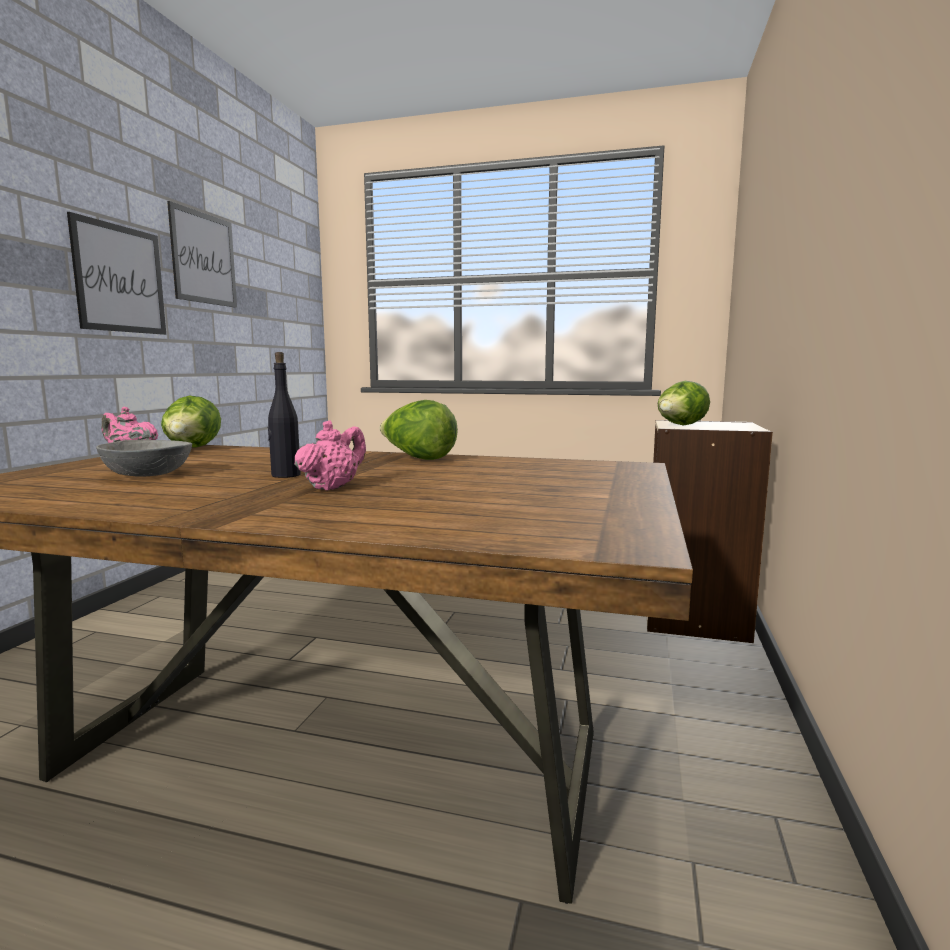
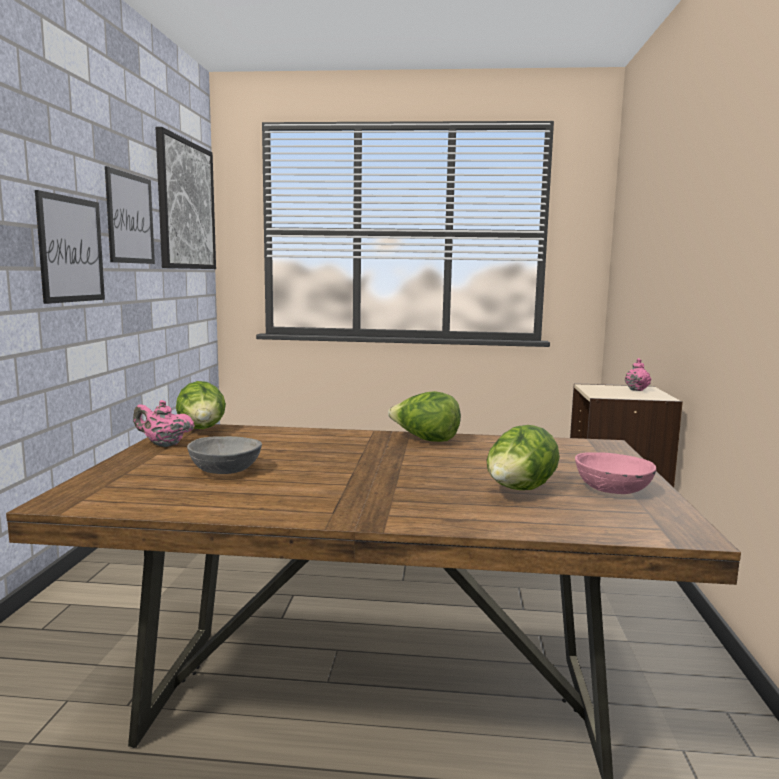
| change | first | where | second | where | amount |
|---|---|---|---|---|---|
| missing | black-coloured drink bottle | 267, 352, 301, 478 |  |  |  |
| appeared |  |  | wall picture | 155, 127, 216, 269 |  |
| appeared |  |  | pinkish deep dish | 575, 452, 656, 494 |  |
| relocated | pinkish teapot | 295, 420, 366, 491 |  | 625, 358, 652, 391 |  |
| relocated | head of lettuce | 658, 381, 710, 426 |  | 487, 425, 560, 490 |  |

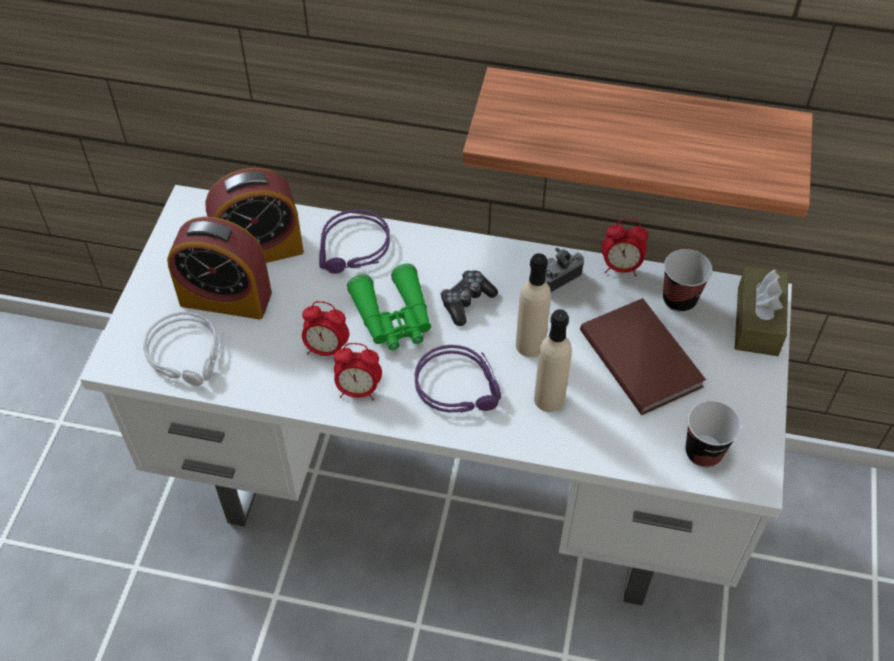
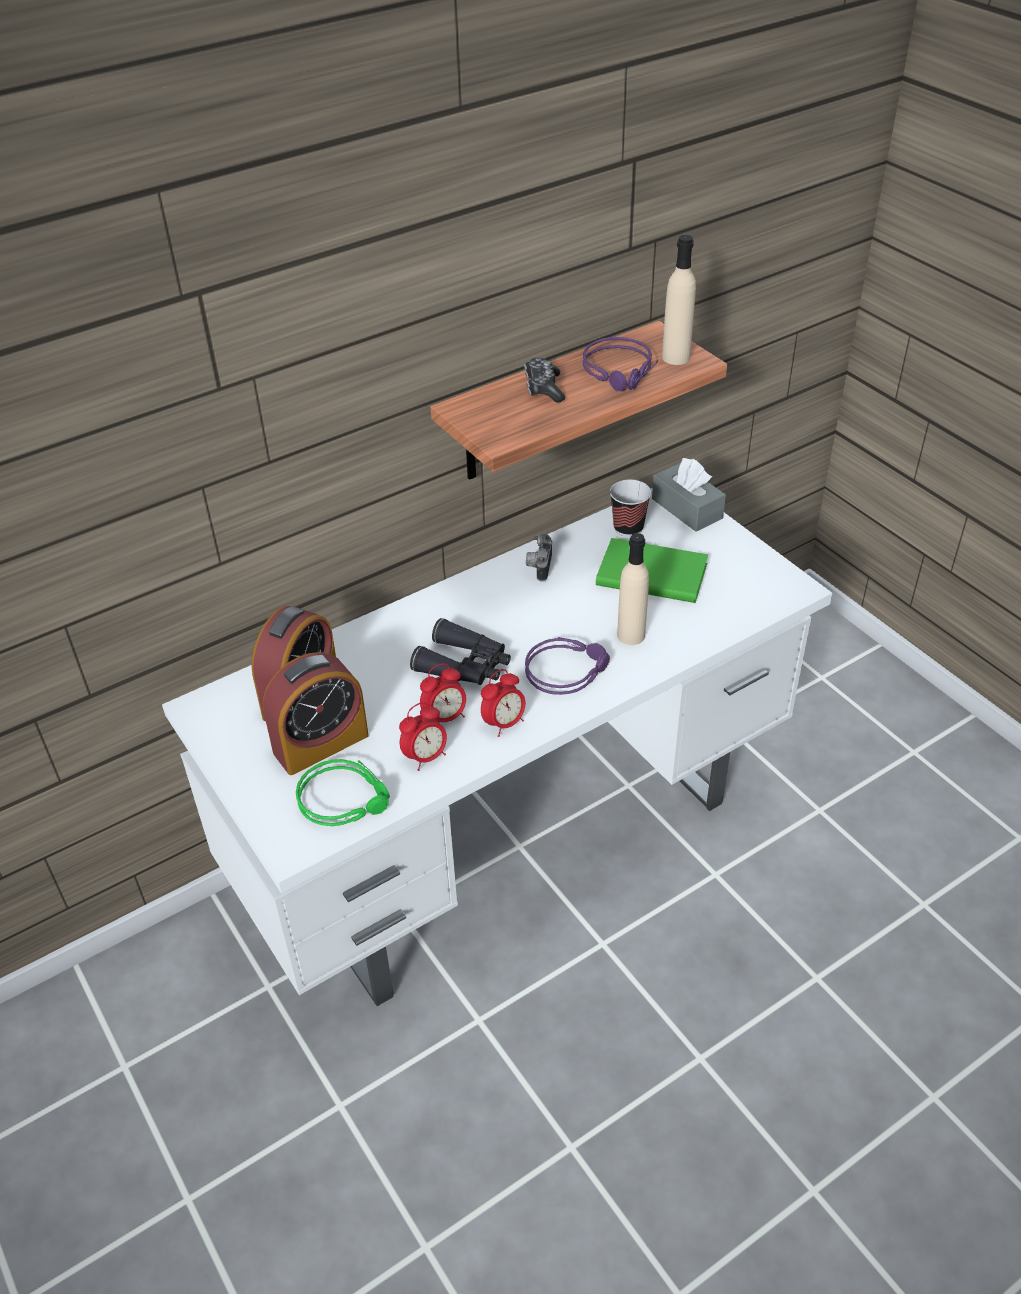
| change | first | where | second | where | amount |
|---|---|---|---|---|---|
| missing | cup | 686, 400, 741, 468 |  |  |  |
| relocated | purple pair of headphones | 319, 209, 390, 274 |  | 583, 337, 658, 391 |  |
| relocated | joypad | 440, 270, 498, 326 |  | 524, 358, 565, 403 |  |
| relocated | beige drink bottle | 516, 253, 551, 357 |  | 662, 235, 696, 365 |  |
| relocated | bedside clock | 602, 219, 648, 276 |  | 399, 702, 447, 771 |  |
| colour | gray pair of headphones | 143, 312, 224, 386 | greenish pair of headphones | 296, 759, 390, 826 |  |
| colour | greenish field glasses | 347, 264, 431, 350 | black-coloured field glasses | 410, 618, 511, 685 |  |
| colour | brownish book | 580, 298, 706, 415 | greenish book | 596, 538, 708, 603 |  |
| colour | brownish box of tissues | 735, 266, 788, 356 | gray box of tissues | 652, 458, 726, 532 |  |

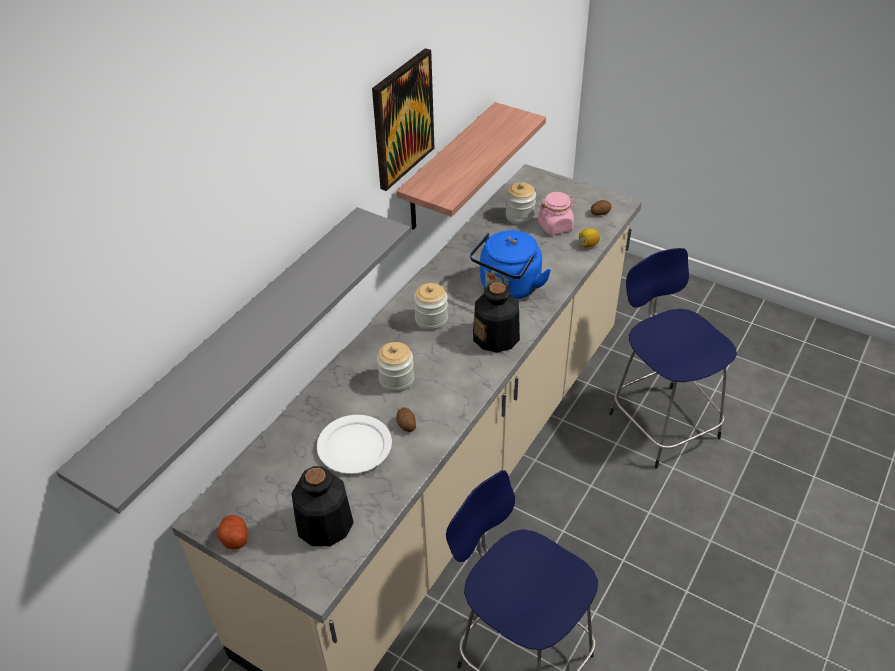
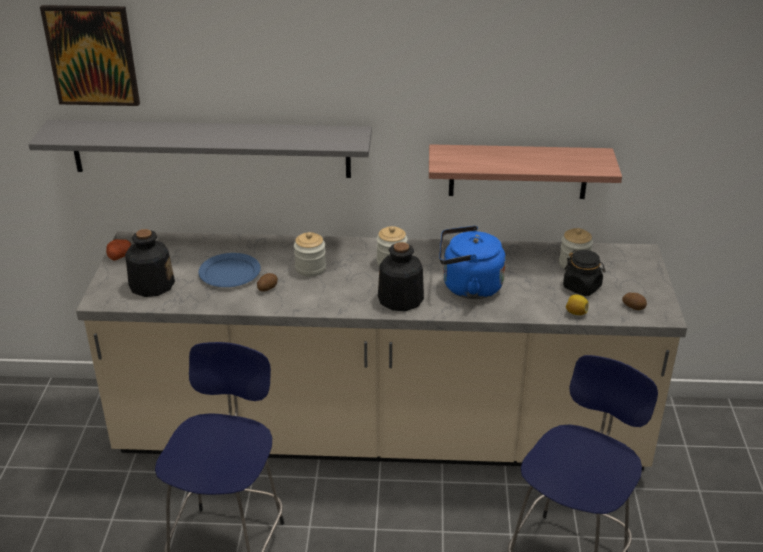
| change | first | where | second | where | amount |
|---|---|---|---|---|---|
| relocated | wall picture | 372, 48, 434, 191 |  | 40, 5, 140, 106 |  |
| colour | whitish dinner plate | 317, 415, 392, 474 | blue dinner plate | 198, 253, 261, 287 |  |
| colour | pinkish preserve jar | 538, 192, 576, 235 | black-coloured preserve jar | 563, 250, 606, 296 |  |

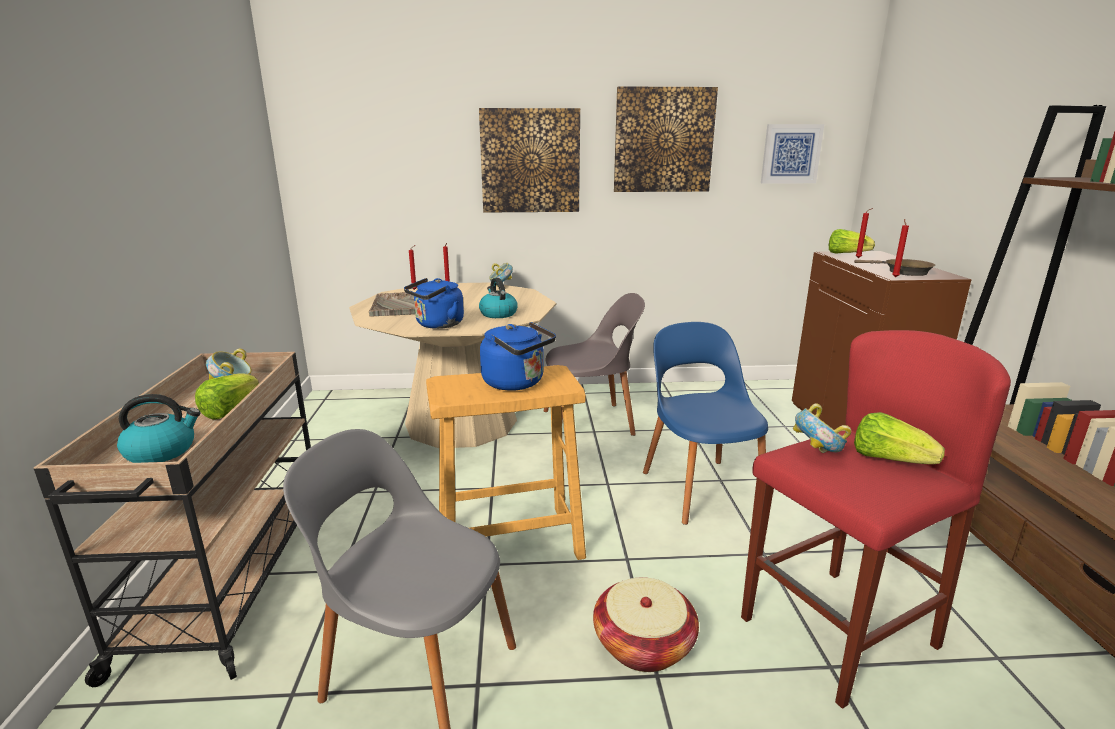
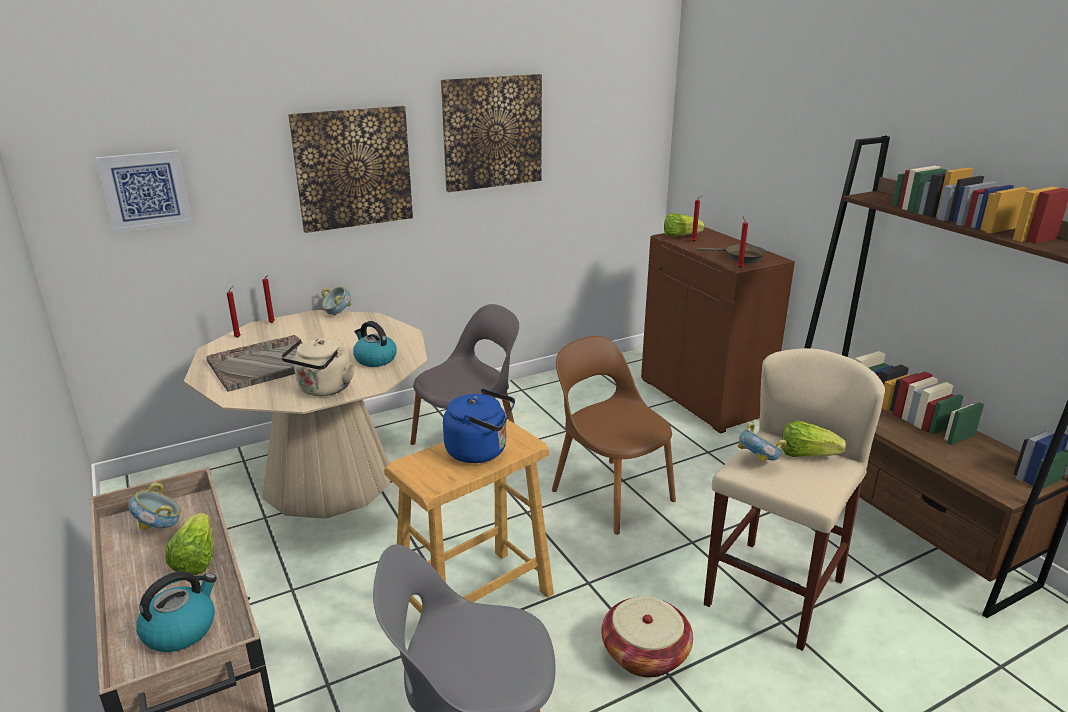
| change | first | where | second | where | amount |
|---|---|---|---|---|---|
| relocated | wall picture | 761, 124, 824, 184 |  | 96, 150, 192, 233 |  |
| colour | blue kettle | 404, 278, 464, 329 | beige kettle | 281, 338, 355, 396 |  |
| colour | blue chair | 643, 322, 768, 525 | brownish chair | 552, 336, 676, 534 |  |
| colour | red sitting stool | 741, 330, 1011, 709 | beige sitting stool | 704, 348, 885, 651 |  |

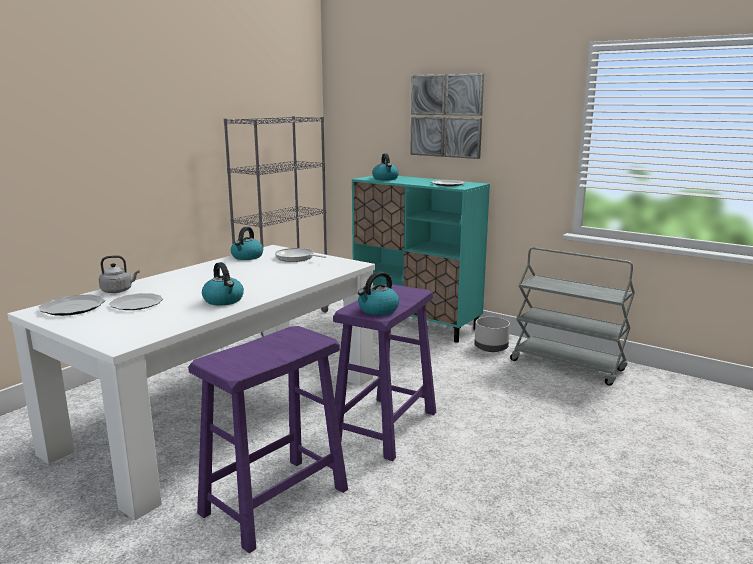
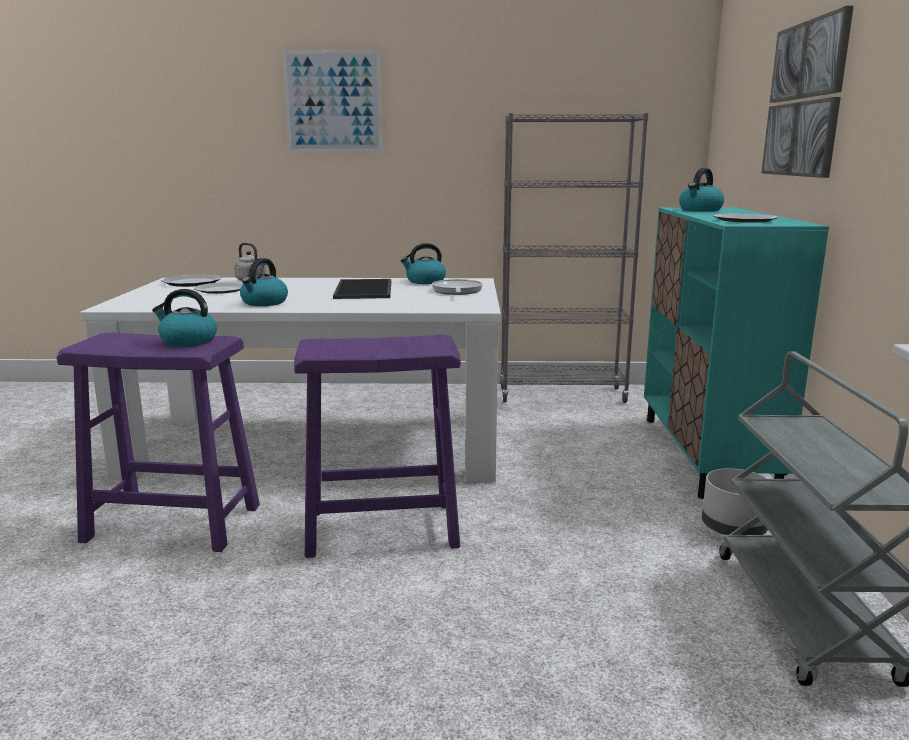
| change | first | where | second | where | amount |
|---|---|---|---|---|---|
| appeared |  |  | wall picture | 282, 50, 382, 152 |  |
| appeared |  |  | tray | 333, 279, 391, 299 |  |
| relocated | kettle | 358, 272, 399, 315 |  | 152, 289, 217, 347 |  |

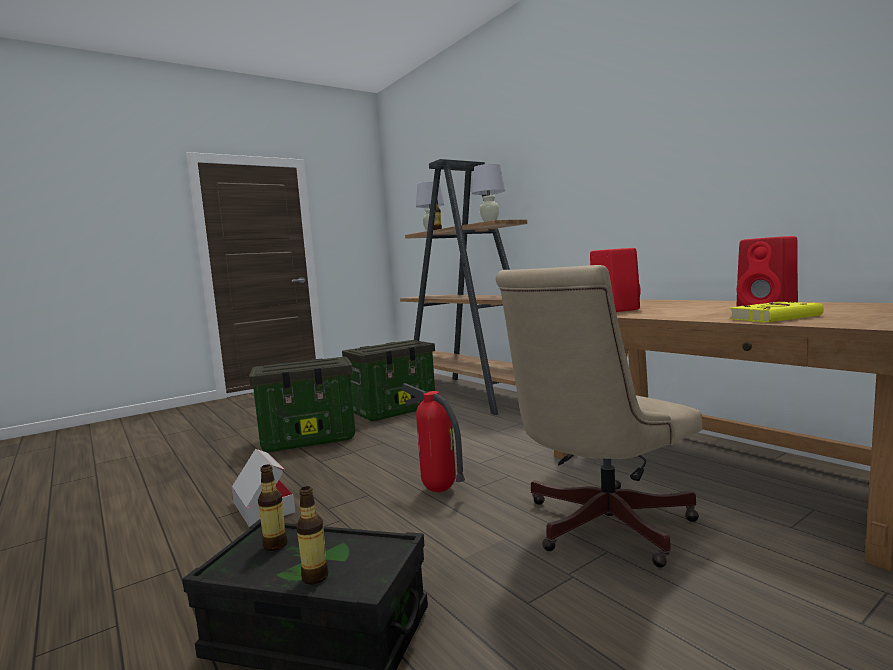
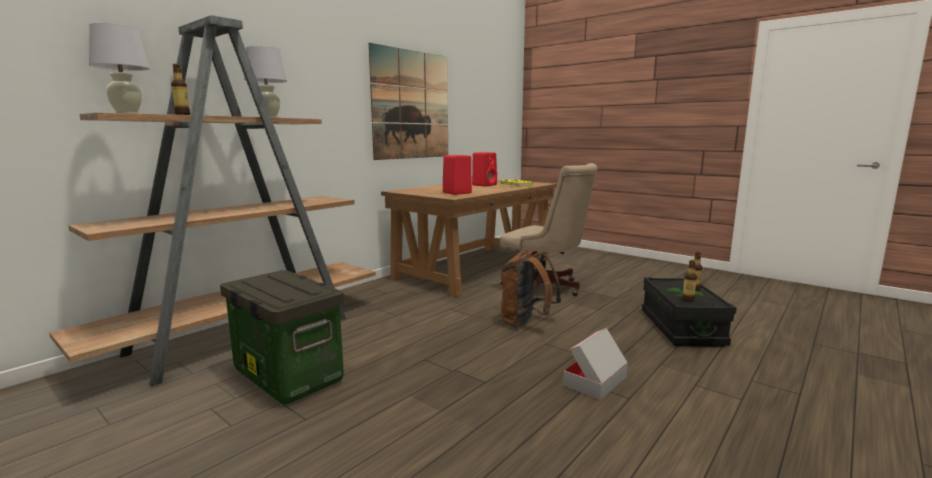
| change | first | where | second | where | amount |
|---|---|---|---|---|---|
| missing | storage bin | 249, 357, 355, 452 |  |  |  |
| appeared |  |  | wall picture | 369, 43, 448, 160 |  |
| exchanged | fire-fighting cylinder | 401, 383, 465, 492 | brownish knapsack | 501, 249, 561, 327 |  |

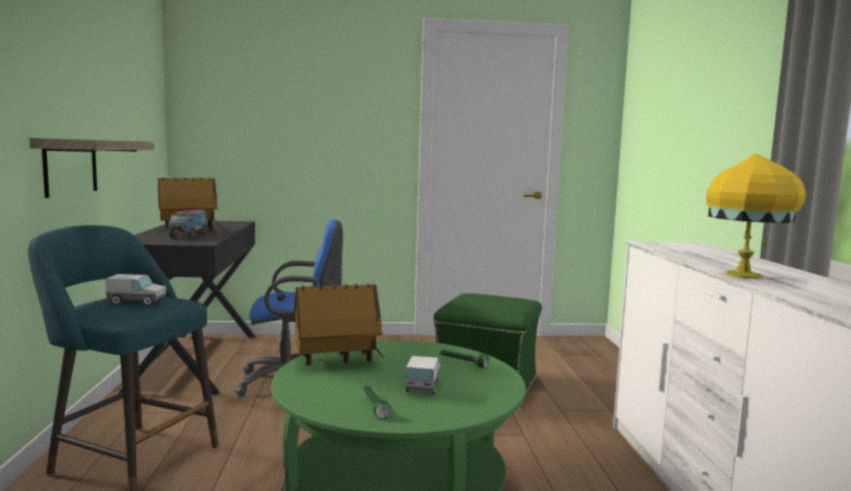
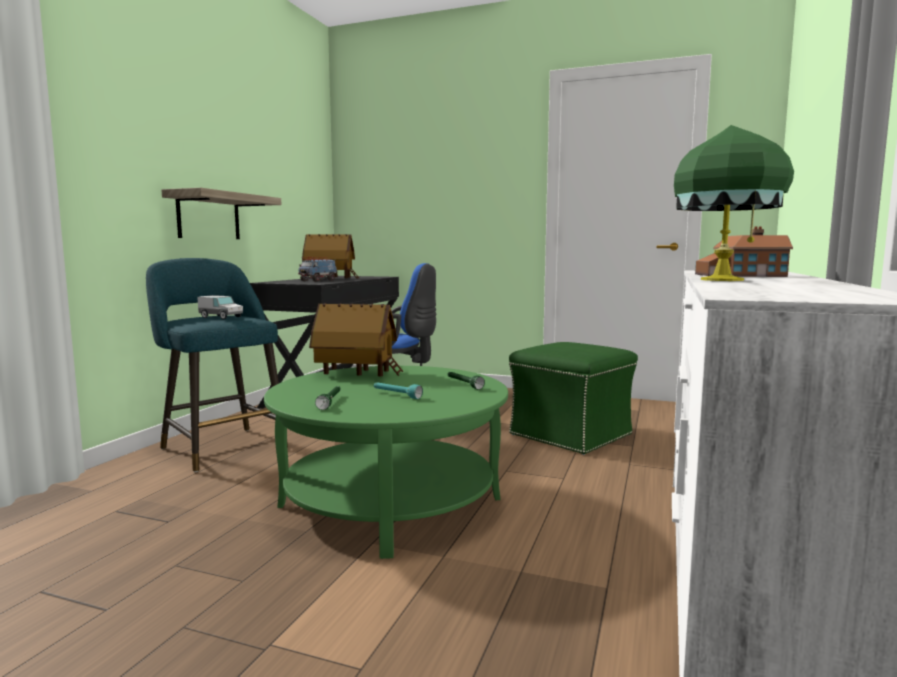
| change | first | where | second | where | amount |
|---|---|---|---|---|---|
| appeared |  |  | miniature house | 695, 227, 793, 277 |  |
| exchanged | model truck | 406, 356, 440, 394 | turquoise flashlight | 374, 382, 423, 399 |  |
| colour | yellow lamp for a table | 706, 153, 806, 278 | greenish lamp for a table | 674, 125, 794, 281 |  |

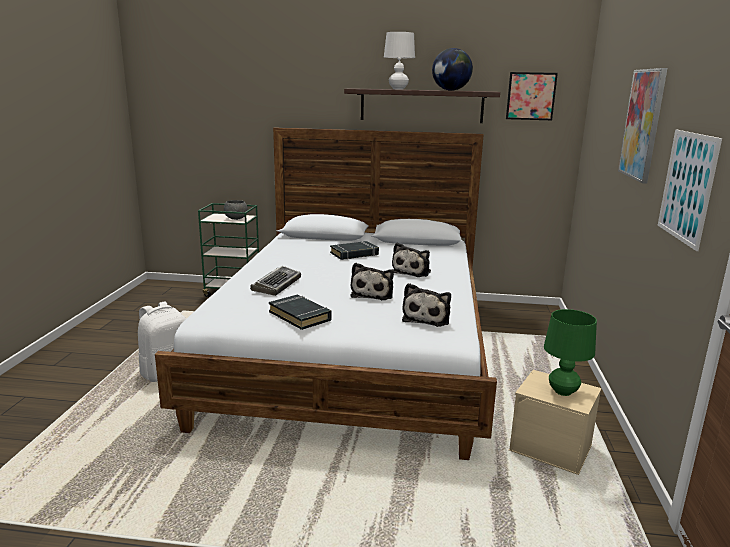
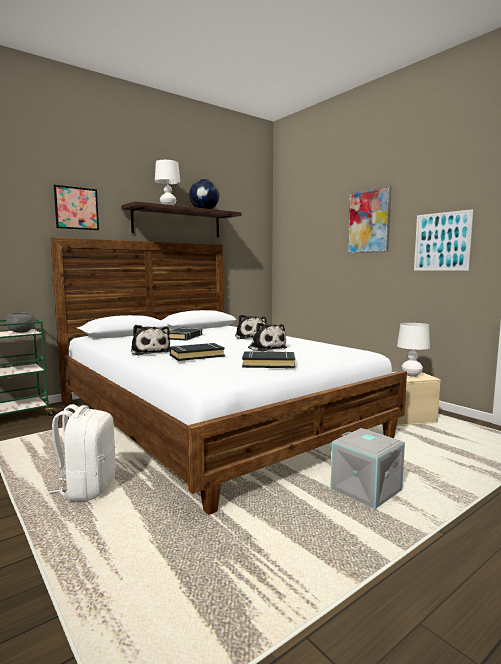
| change | first | where | second | where | amount |
|---|---|---|---|---|---|
| appeared |  |  | gray storage bin | 330, 428, 405, 509 |  |
| relocated | plush toy | 402, 283, 451, 327 |  | 131, 325, 170, 355 |  |
| relocated | wall picture | 506, 72, 558, 120 |  | 54, 185, 99, 230 |  |
| exchanged | computer keyboard | 250, 266, 301, 296 | black-coloured book | 169, 343, 225, 361 |  |
| colour | greenish lamp for a table | 544, 309, 597, 396 | whitish lamp for a table | 397, 323, 430, 377 |  |

